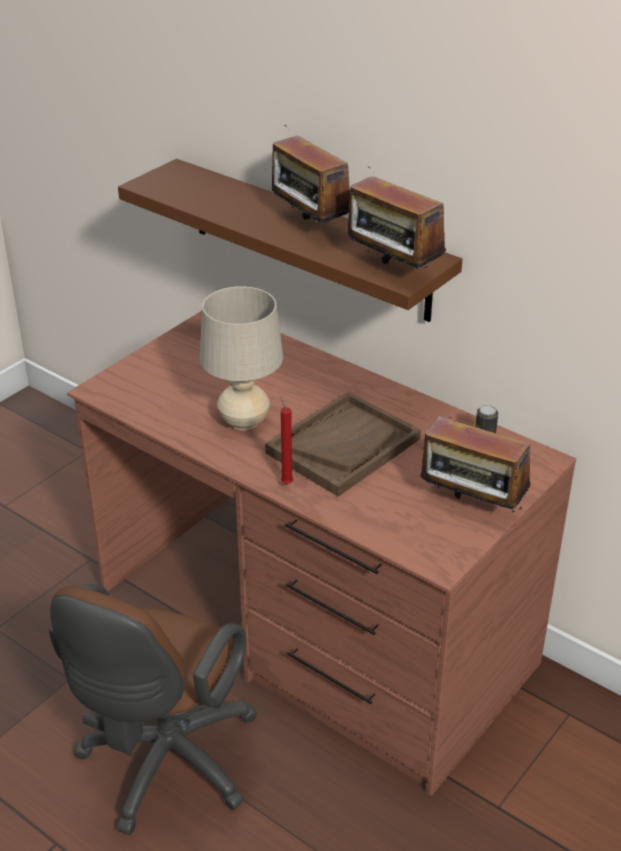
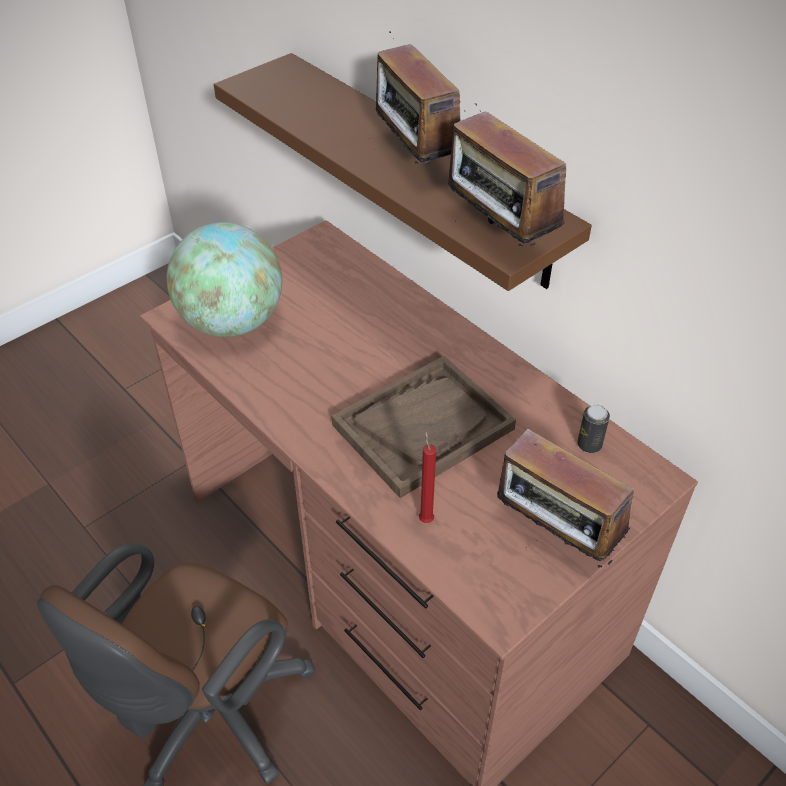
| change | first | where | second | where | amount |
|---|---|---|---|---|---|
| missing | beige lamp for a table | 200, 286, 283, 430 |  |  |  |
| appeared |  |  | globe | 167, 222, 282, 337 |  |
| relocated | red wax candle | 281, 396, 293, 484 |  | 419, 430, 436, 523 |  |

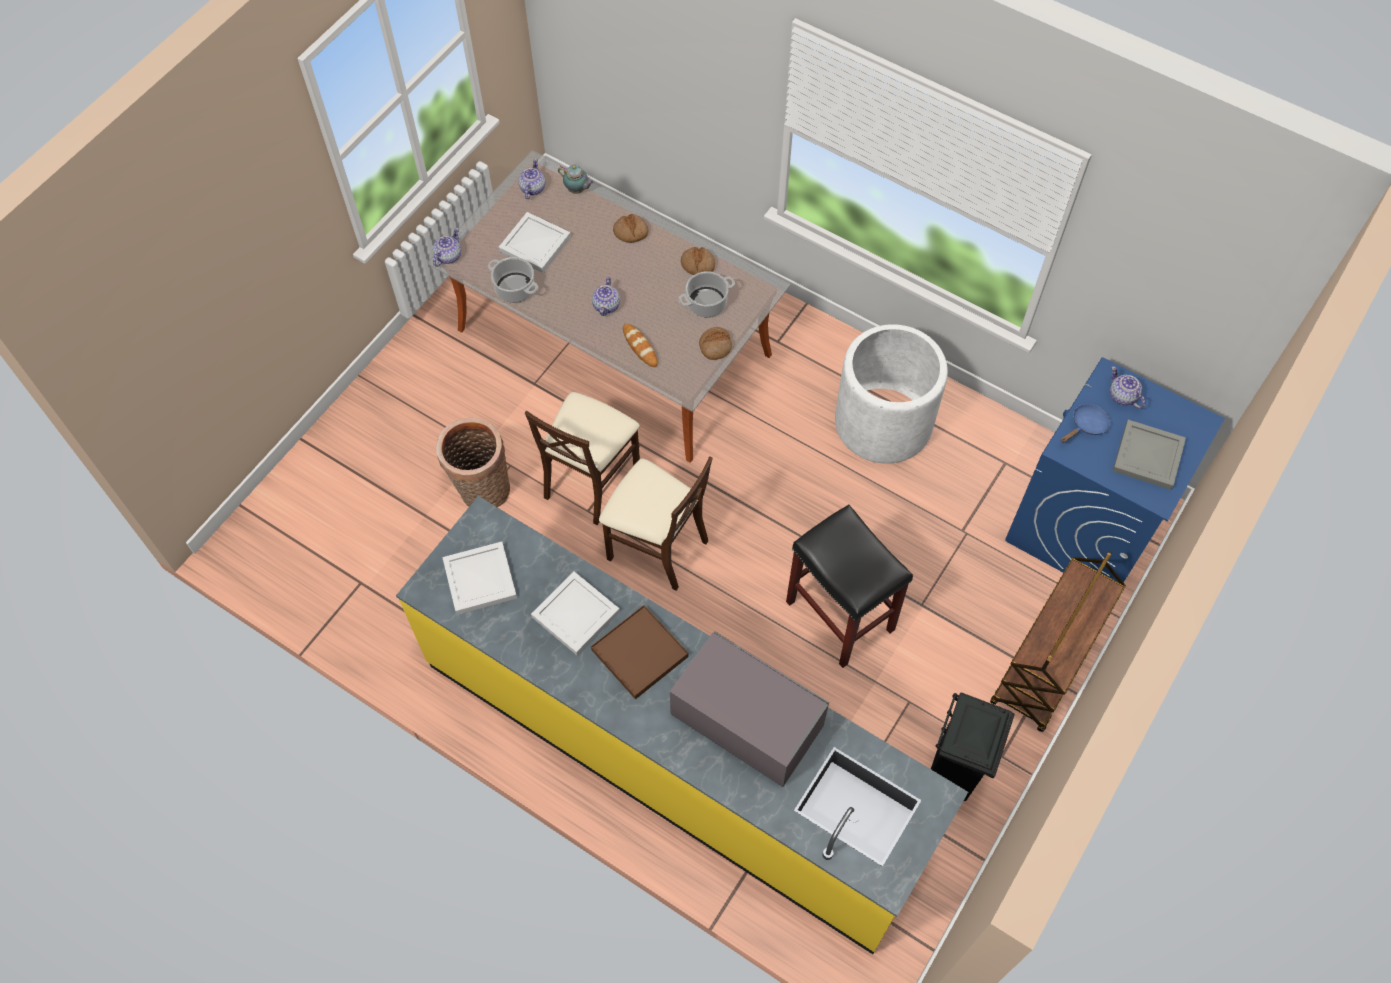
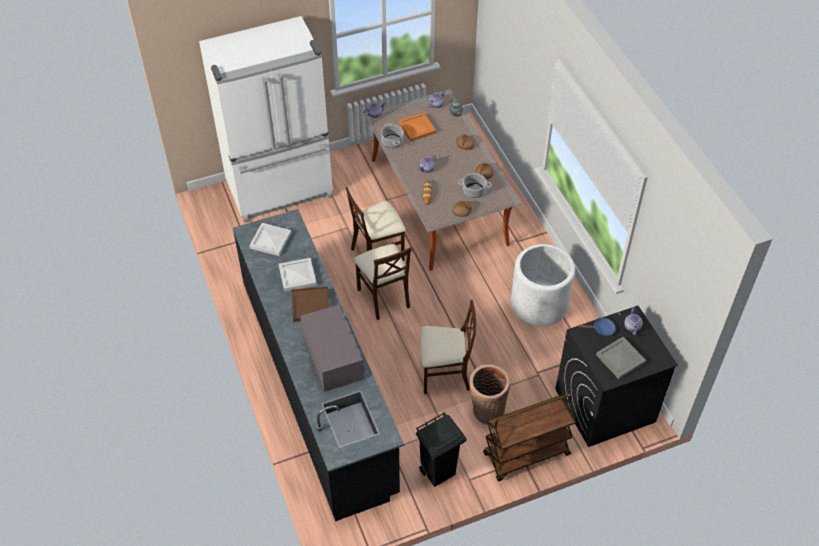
| change | first | where | second | where | amount |
|---|---|---|---|---|---|
| appeared |  |  | whitish refrigerator | 199, 16, 333, 223 |  |
| relocated | basket | 436, 418, 510, 508 |  | 469, 364, 510, 425 |  |
| exchanged | black-coloured sitting stool | 786, 504, 913, 668 | beige chair | 420, 299, 476, 394 |  |
| colour | yellow kitchen counter | 396, 496, 968, 954 | black-coloured kitchen counter | 233, 209, 404, 521 |  |
| colour | whitish tray | 498, 212, 571, 273 | orange tray | 399, 113, 436, 142 |  |
| colour | blue laundry machine | 1005, 357, 1225, 583 | black-coloured laundry machine | 555, 306, 678, 447 |  |

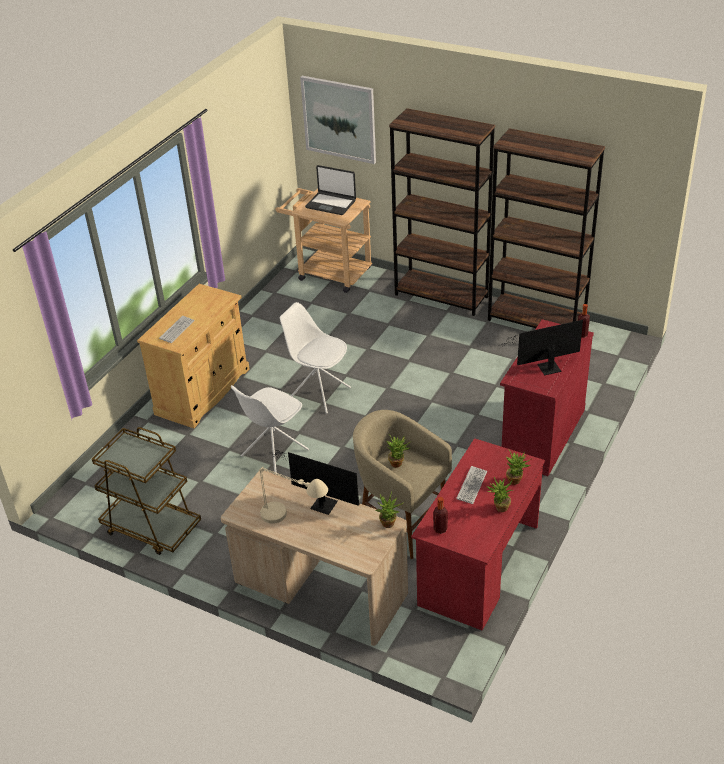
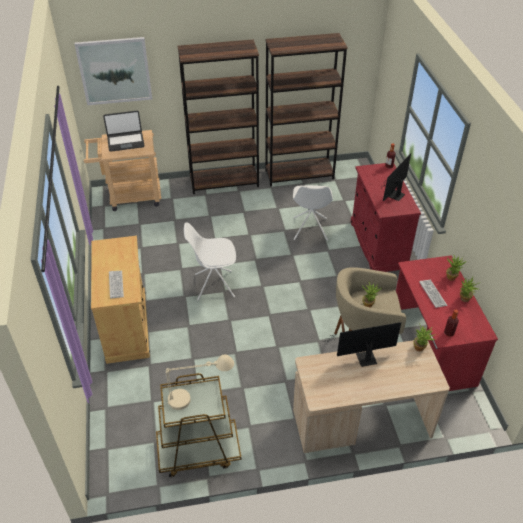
| change | first | where | second | where | amount |
|---|---|---|---|---|---|
| relocated | whitish chair | 231, 385, 309, 474 |  | 293, 185, 333, 241 |  |
| relocated | beige lamp for a table | 259, 467, 328, 524 |  | 166, 354, 234, 410 |  |

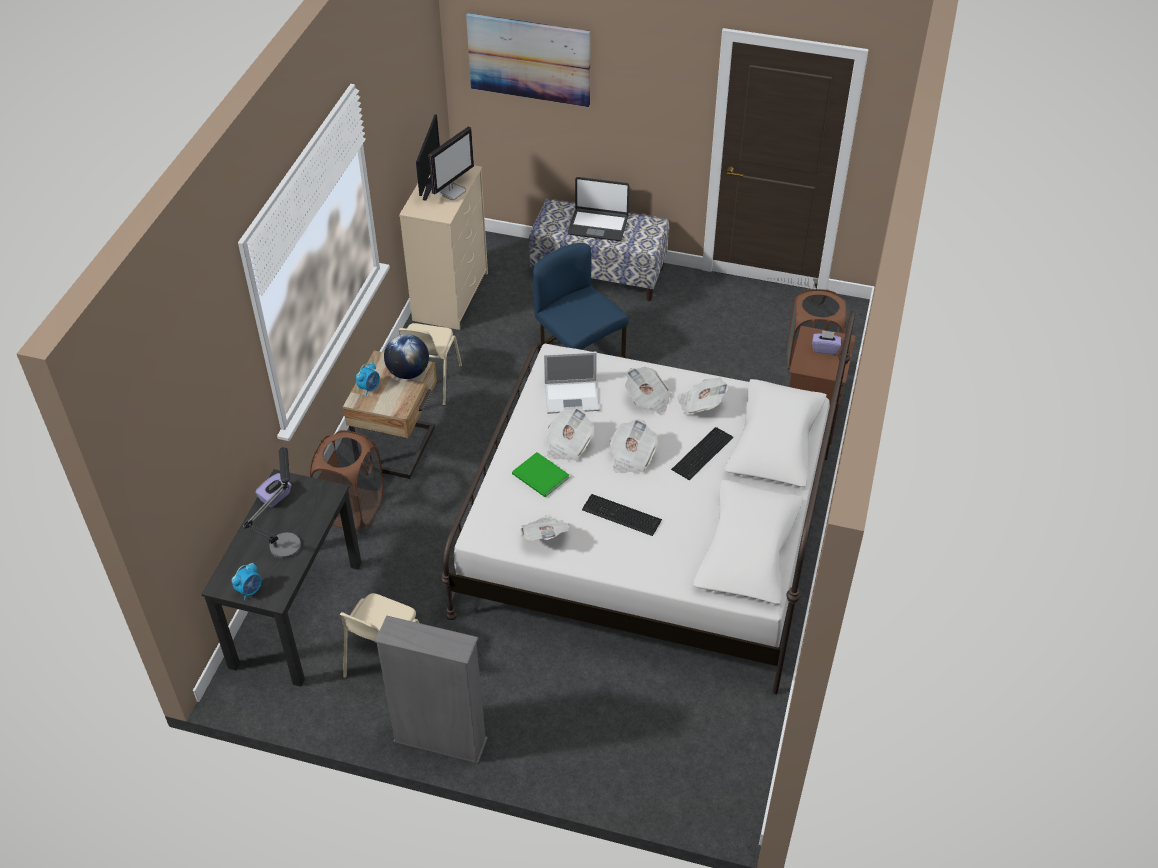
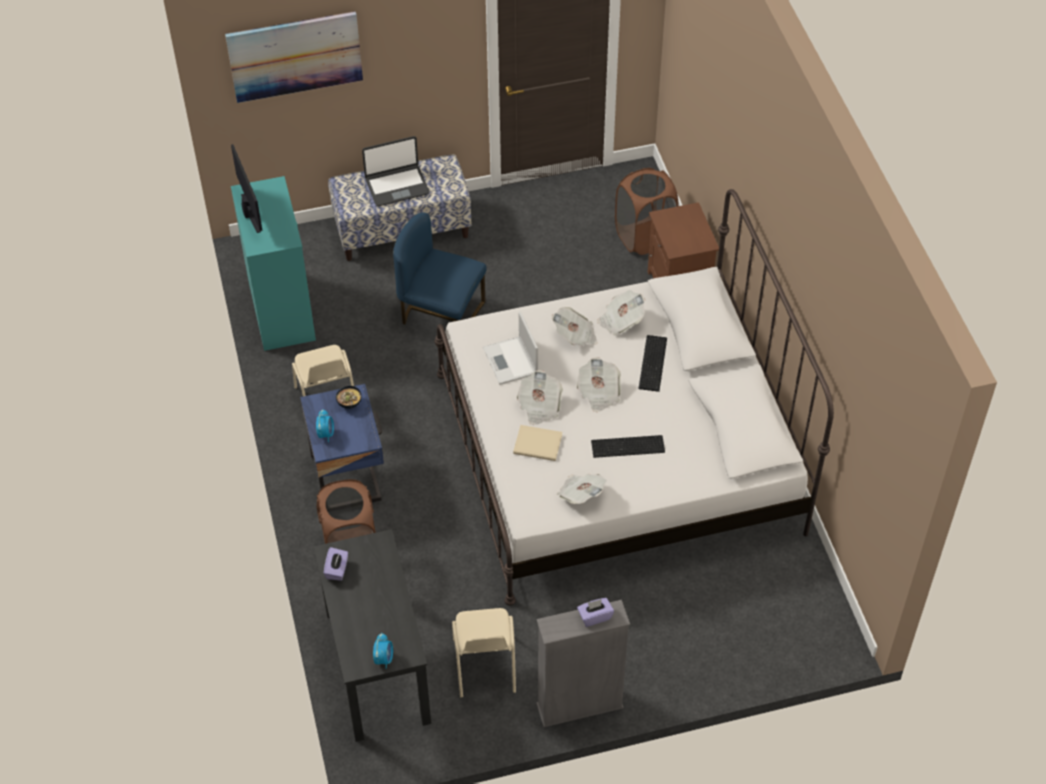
| change | first | where | second | where | amount |
|---|---|---|---|---|---|
| missing | lamp for a table | 242, 447, 301, 559 |  |  |  |
| missing | computer screen | 428, 126, 474, 200 |  |  |  |
| relocated | purple box of tissues | 812, 330, 841, 355 |  | 577, 598, 614, 627 |  |
| exchanged | globe | 384, 334, 429, 379 | deep dish | 336, 386, 362, 409 |  |
| colour | beige bedside table | 343, 351, 437, 479 | blue bedside table | 300, 384, 384, 502 |  |
| colour | beige drawer chest | 399, 165, 488, 330 | turquoise drawer chest | 231, 176, 316, 351 |  |
| colour | greenish book | 512, 452, 570, 497 | beige book | 513, 425, 562, 461 |  |
| spun | laptop | 544, 352, 600, 414 |  | 483, 312, 538, 385 | 105 degrees clockwise |

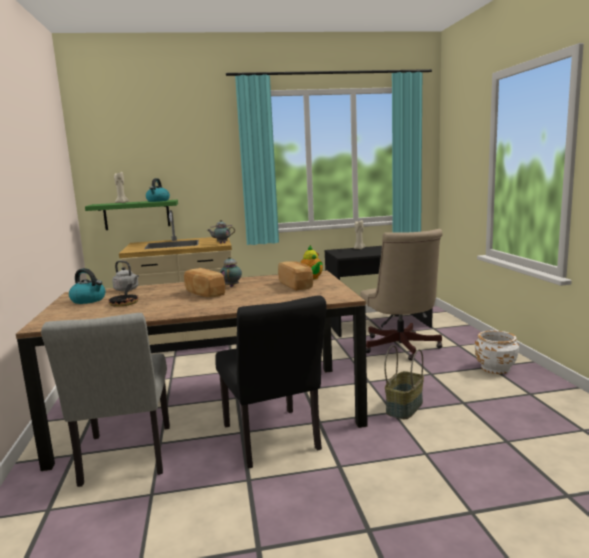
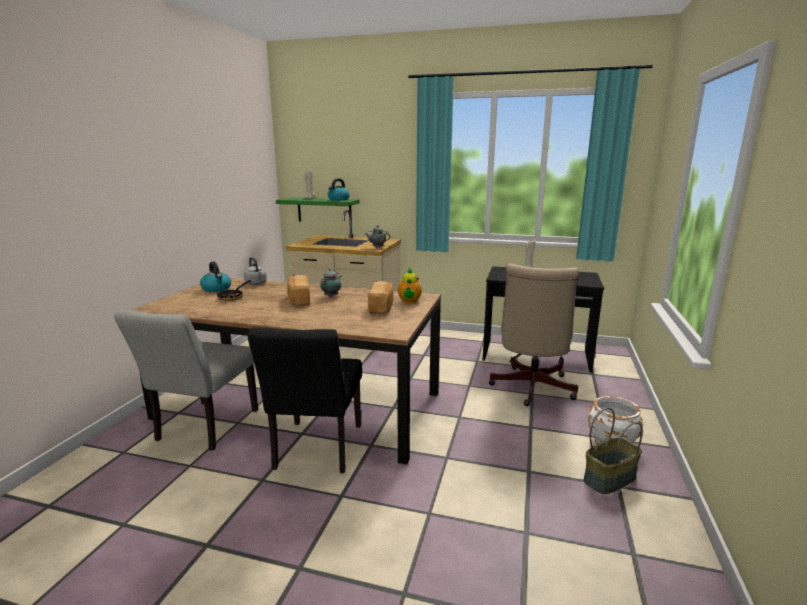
| change | first | where | second | where | amount |
|---|---|---|---|---|---|
| relocated | basket | 384, 345, 424, 419 |  | 584, 408, 643, 495 |  |

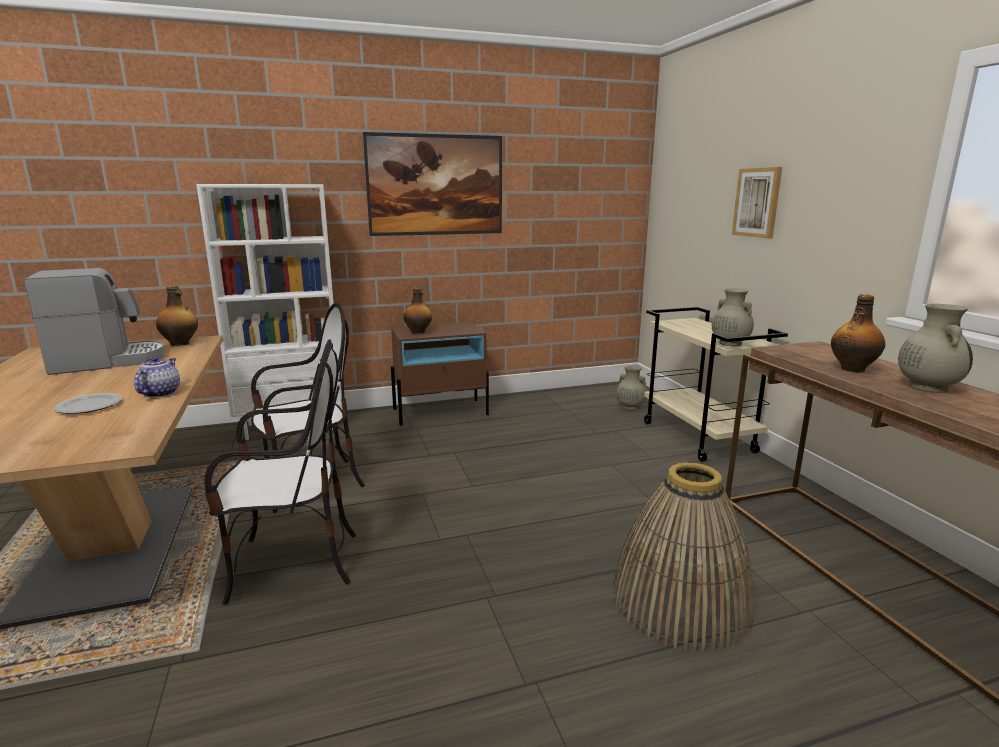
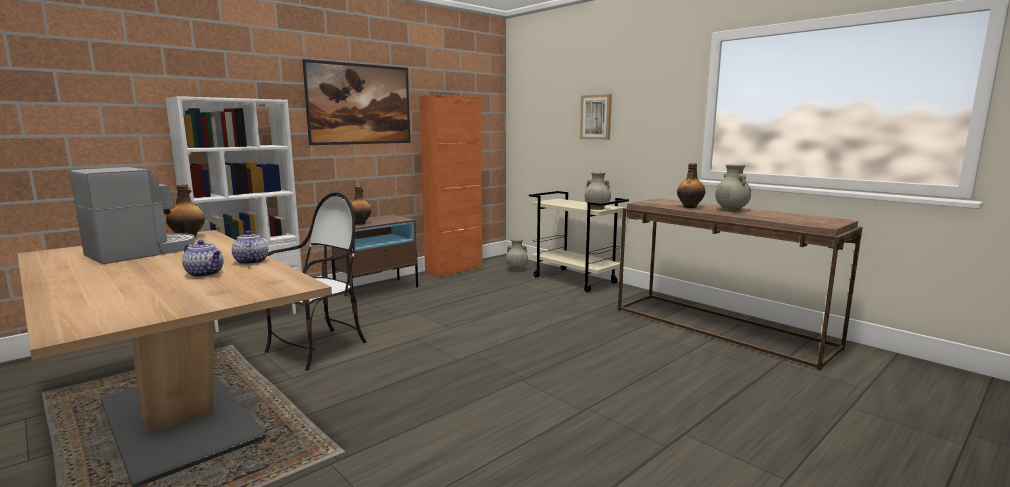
| change | first | where | second | where | amount |
|---|---|---|---|---|---|
| missing | chair | 205, 339, 356, 605 |  |  |  |
| missing | basket | 613, 462, 754, 652 |  |  |  |
| appeared |  |  | orange storage cabinet | 419, 95, 482, 277 |  |
| exchanged | dinner plate | 54, 393, 122, 414 | teapot | 182, 240, 224, 277 |  |

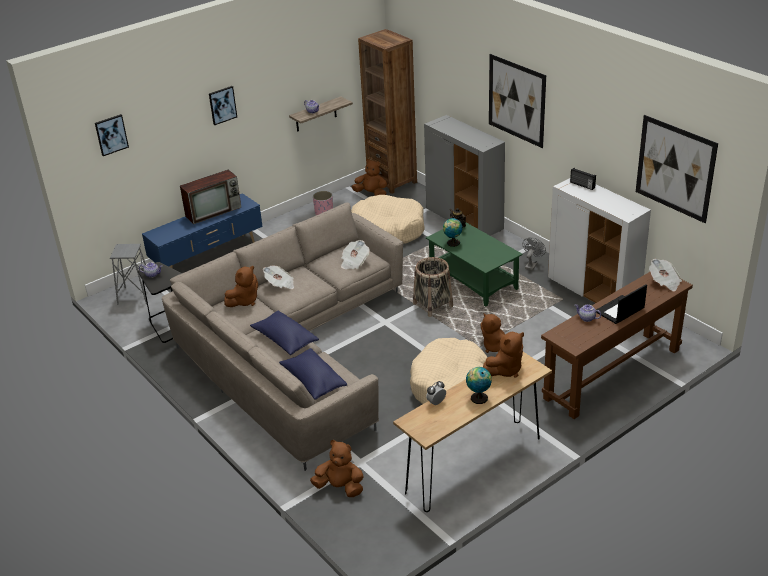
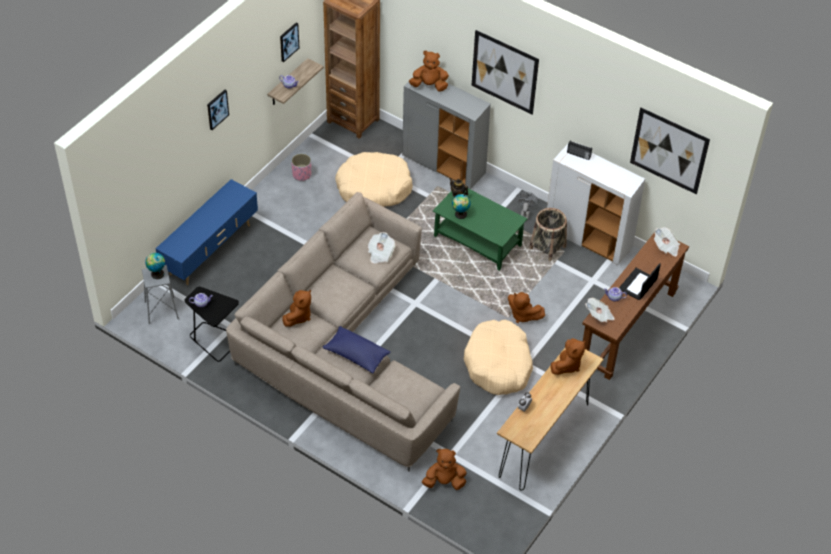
| change | first | where | second | where | amount |
|---|---|---|---|---|---|
| missing | television | 180, 170, 241, 224 |  |  |  |
| missing | blue throw pillow | 279, 348, 348, 400 |  |  |  |
| relocated | wall picture | 95, 114, 129, 156 |  | 280, 23, 299, 62 |  |
| relocated | newspaper | 263, 266, 294, 289 |  | 585, 298, 615, 322 |  |
| relocated | brownish plush toy | 352, 159, 387, 196 |  | 409, 50, 449, 92 |  |
| relocated | basket | 413, 257, 453, 317 |  | 529, 208, 567, 261 |  |
| relocated | globe | 466, 367, 492, 404 |  | 145, 253, 165, 279 |  |

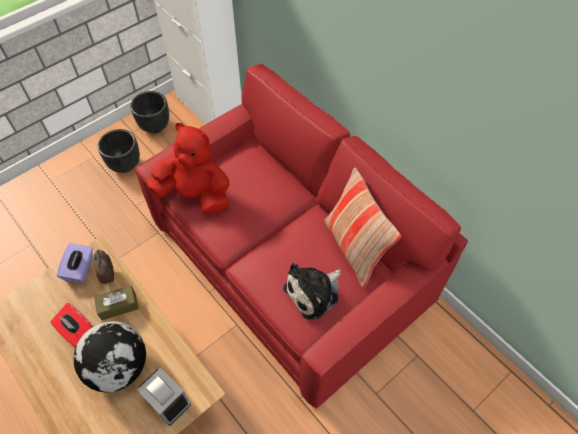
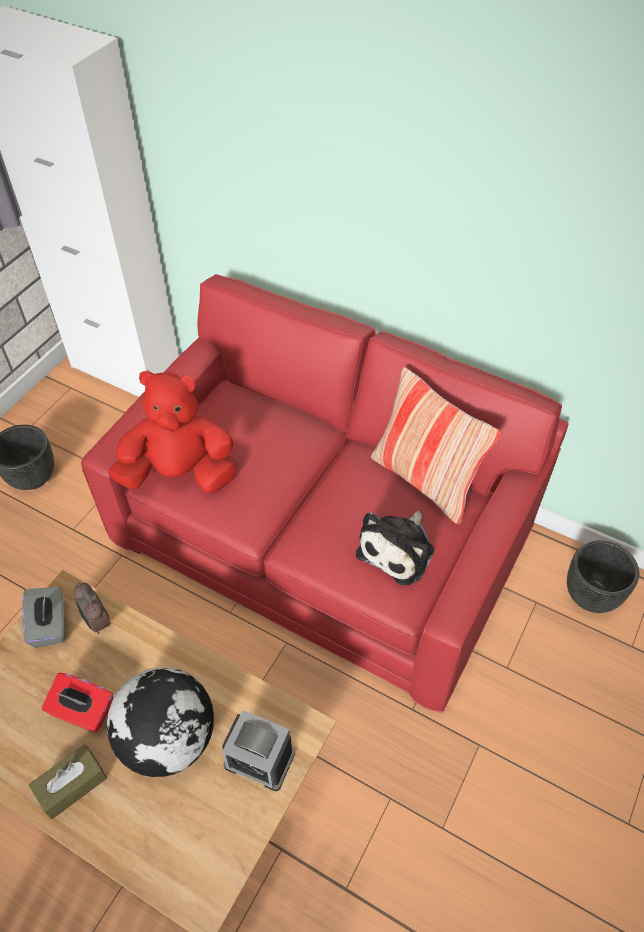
| change | first | where | second | where | amount |
|---|---|---|---|---|---|
| relocated | brownish box of tissues | 94, 285, 139, 320 |  | 29, 744, 107, 819 |  |
| relocated | black-coloured planter | 130, 91, 169, 133 |  | 567, 540, 639, 613 |  |
| colour | purple box of tissues | 57, 243, 93, 283 | gray box of tissues | 22, 587, 65, 648 |  |

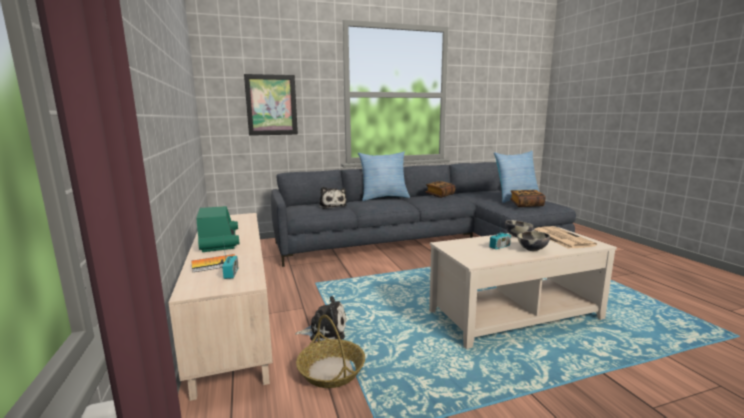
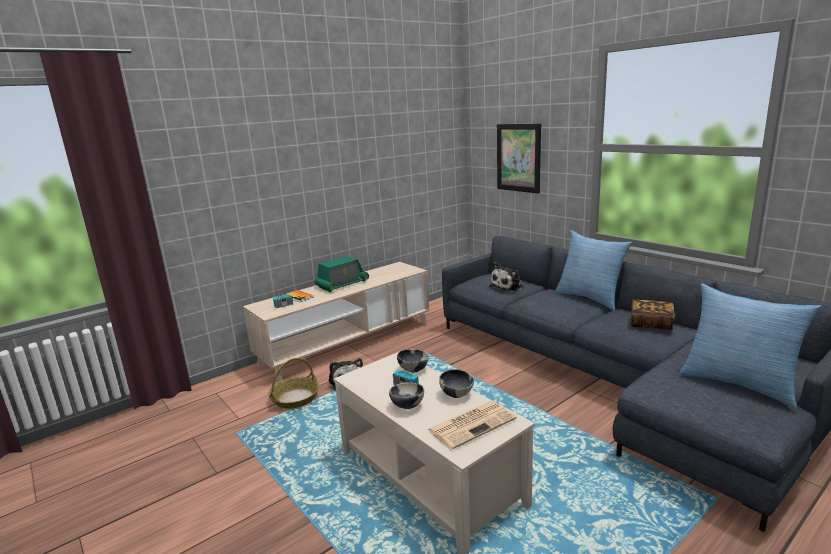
| change | first | where | second | where | amount |
|---|---|---|---|---|---|
| missing | book | 510, 190, 546, 207 |  |  |  |
| appeared |  |  | deep dish | 397, 349, 429, 373 |  |

